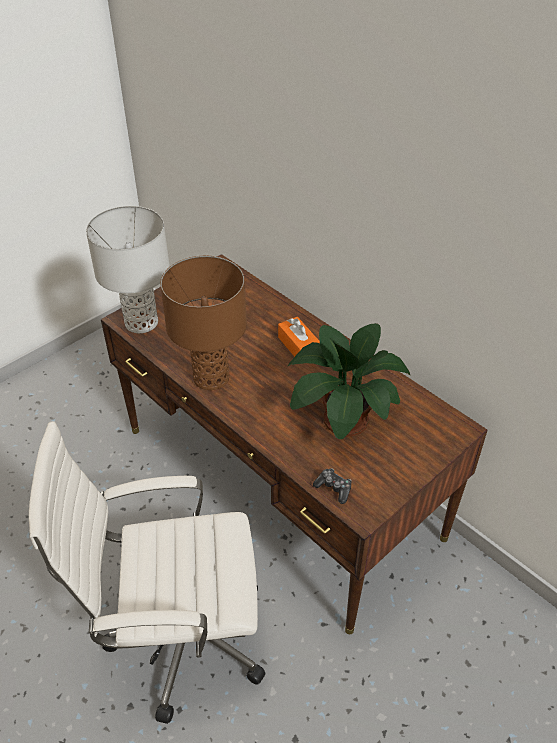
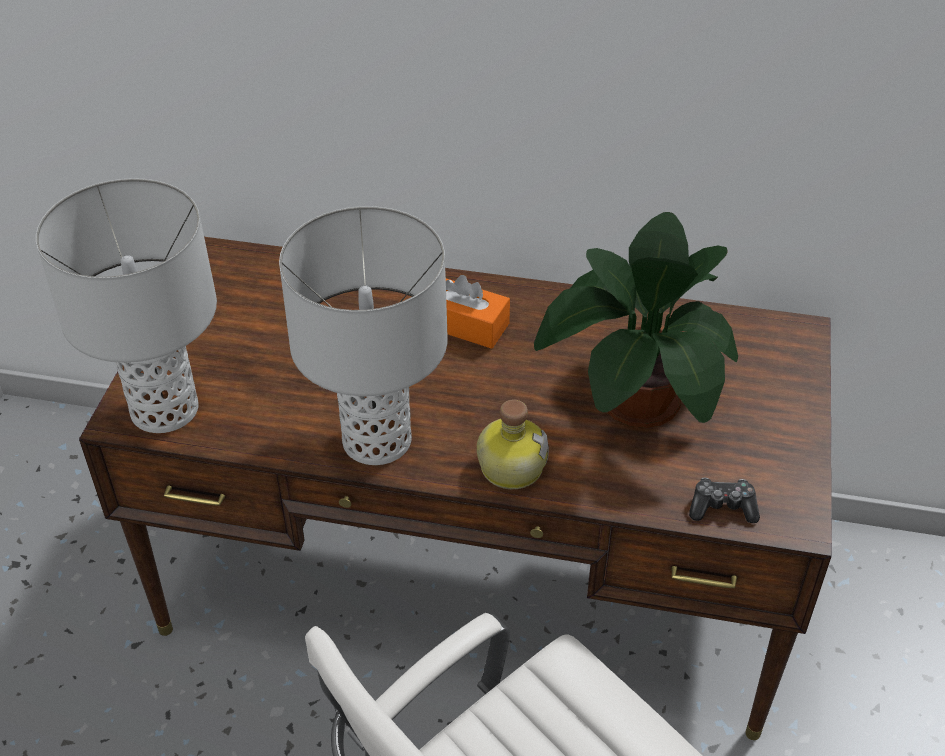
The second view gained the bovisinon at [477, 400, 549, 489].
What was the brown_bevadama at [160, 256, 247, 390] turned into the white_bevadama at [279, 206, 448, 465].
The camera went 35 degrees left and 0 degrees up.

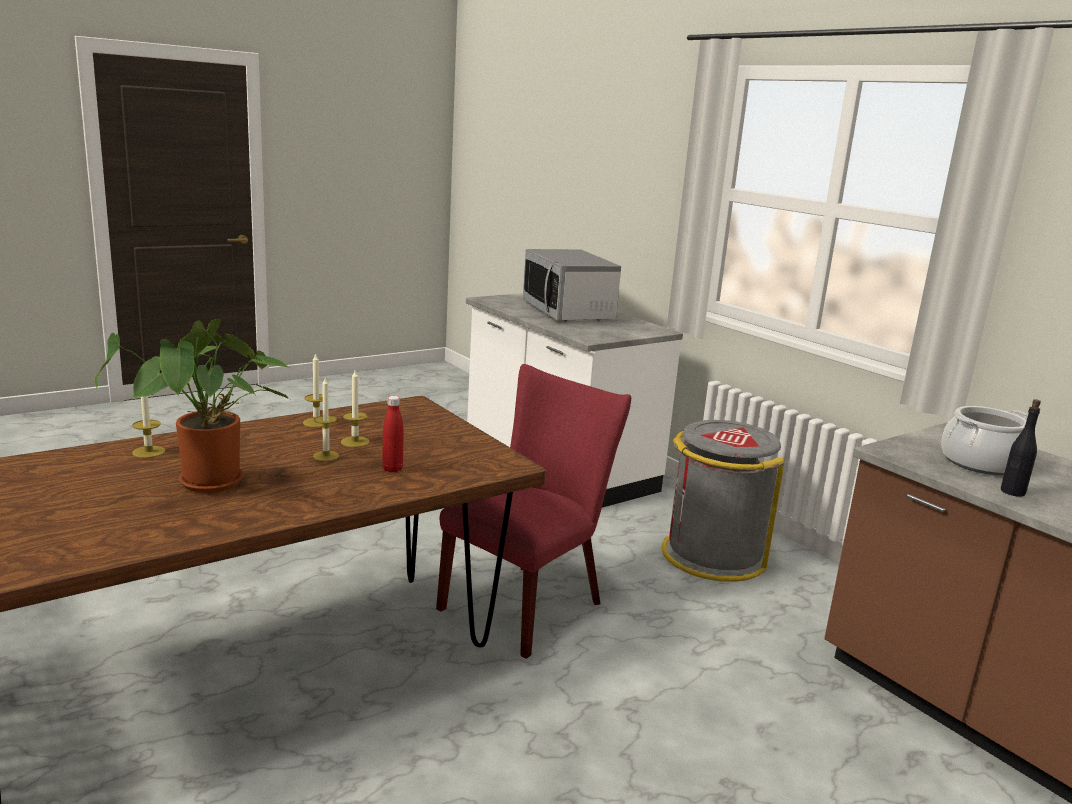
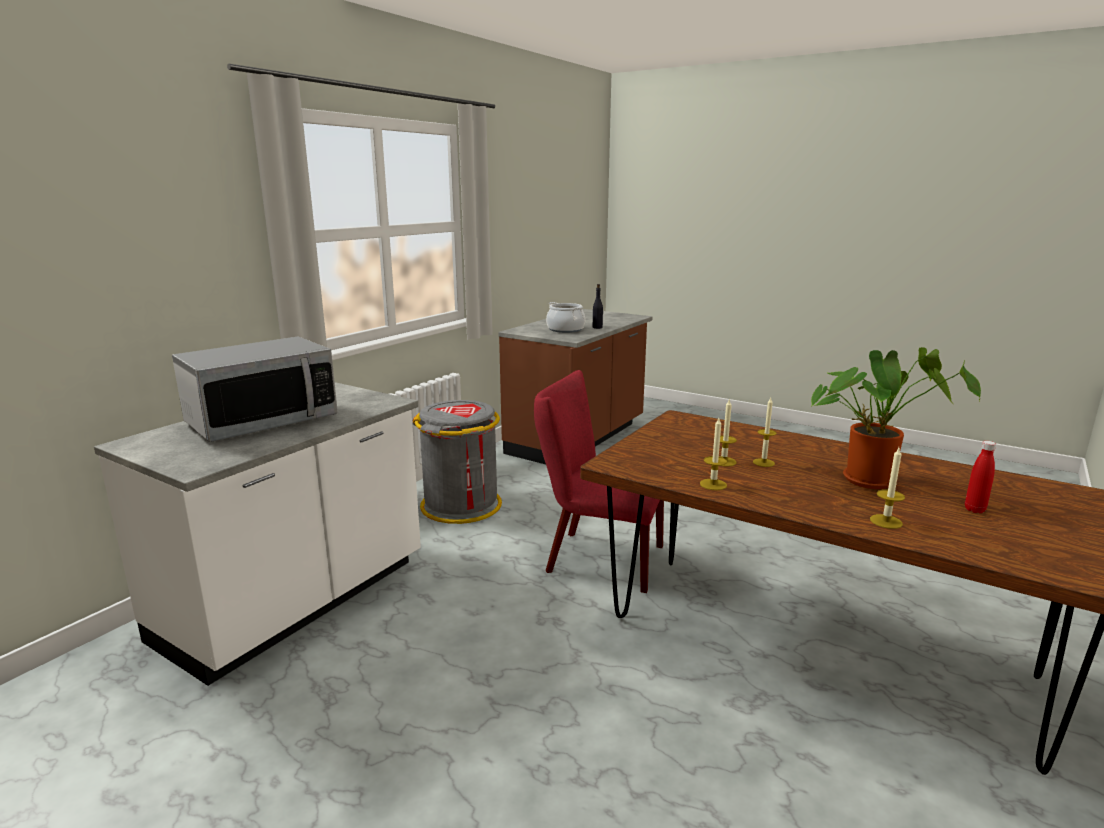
The red_bovisinon ended up elsewhere, having gone from [382, 396, 404, 472] to [965, 441, 996, 513].
The camera went 110 degrees left and 0 degrees up.

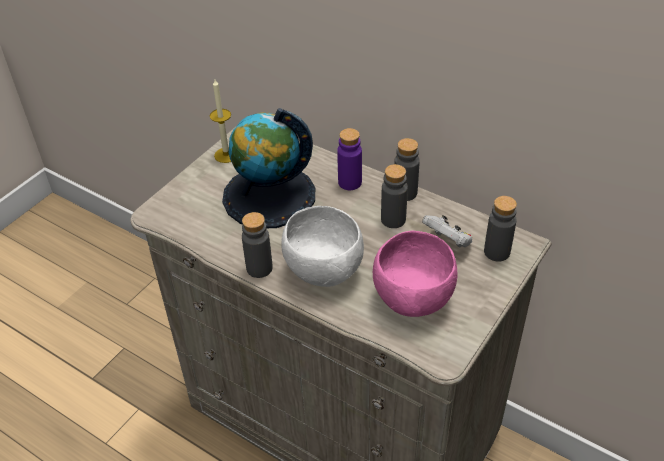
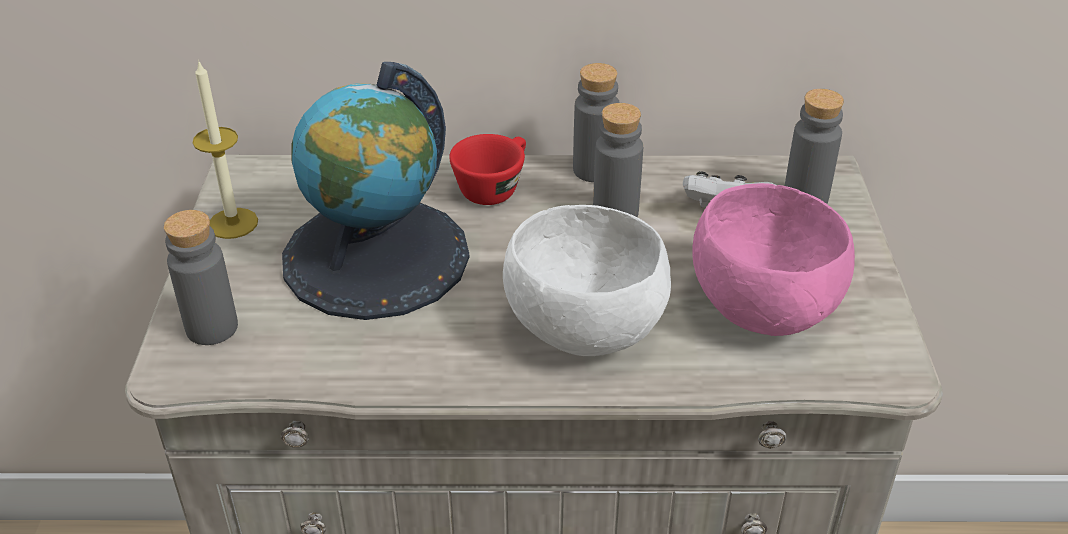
The grey_bovisinon ended up elsewhere, having gone from [242, 212, 273, 278] to [164, 210, 238, 345].
Where the purple_bovisinon stood at [337, 128, 362, 190], the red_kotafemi came to stand at [449, 134, 526, 205].
The camera went 35 degrees left and 5 degrees down.

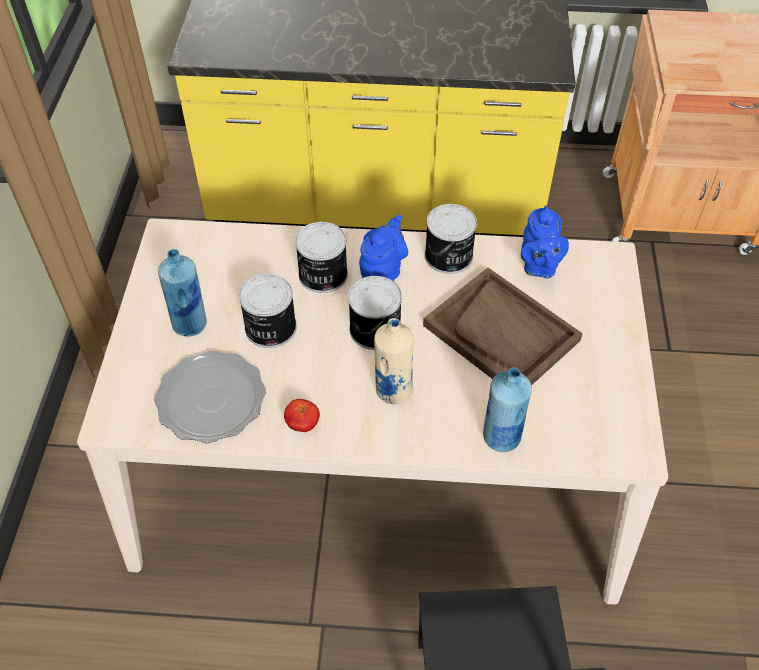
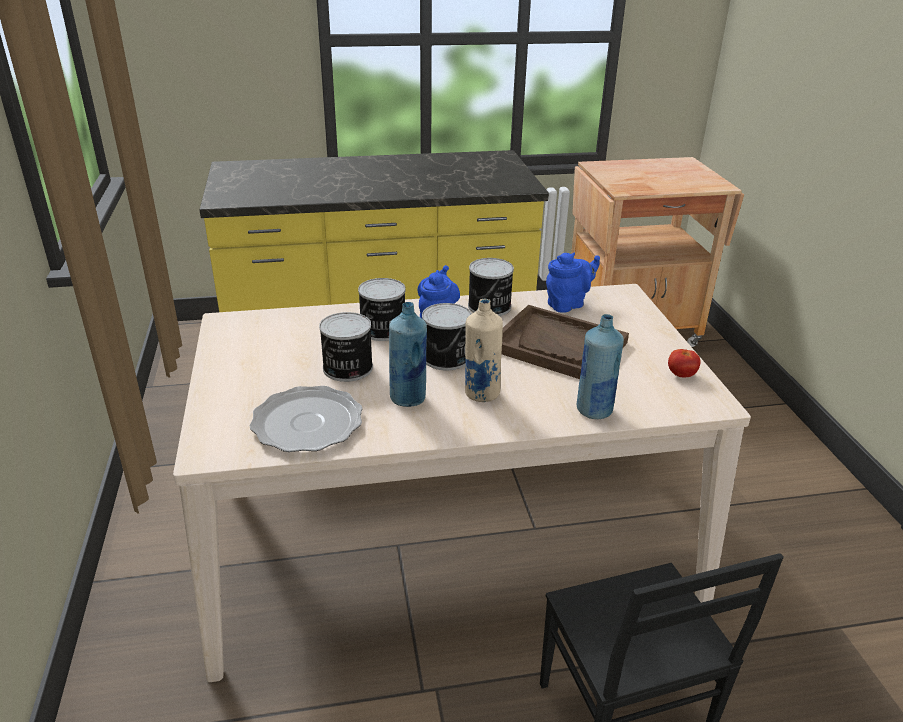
The blue_bovisinon ended up elsewhere, having gone from [158, 249, 207, 337] to [389, 302, 427, 407].
The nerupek ended up elsewhere, having gone from [284, 399, 320, 432] to [668, 349, 701, 377].
The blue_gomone at [521, 205, 569, 278] ended up facing another way, 105 degrees counterclockwise from before.
The camera went 15 degrees left and 20 degrees down.

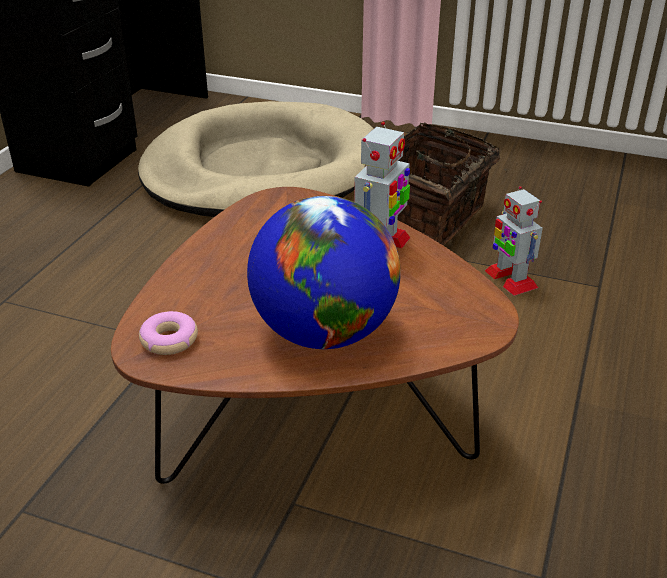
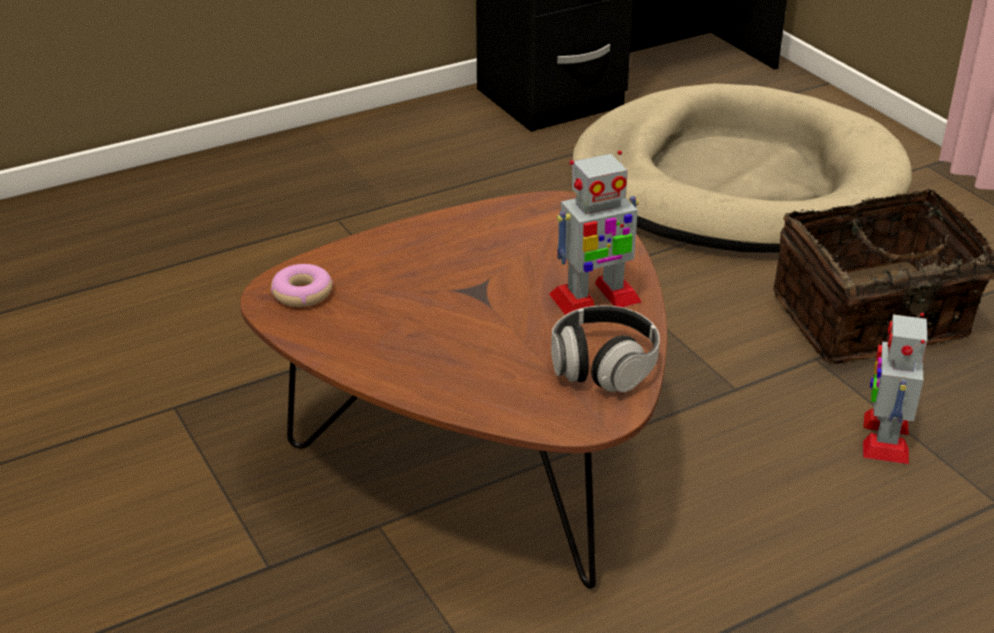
The second view lost the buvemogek at [247, 196, 401, 349].
The second view gained the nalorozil at [551, 306, 660, 392].
The camera went 40 degrees right and 0 degrees up.

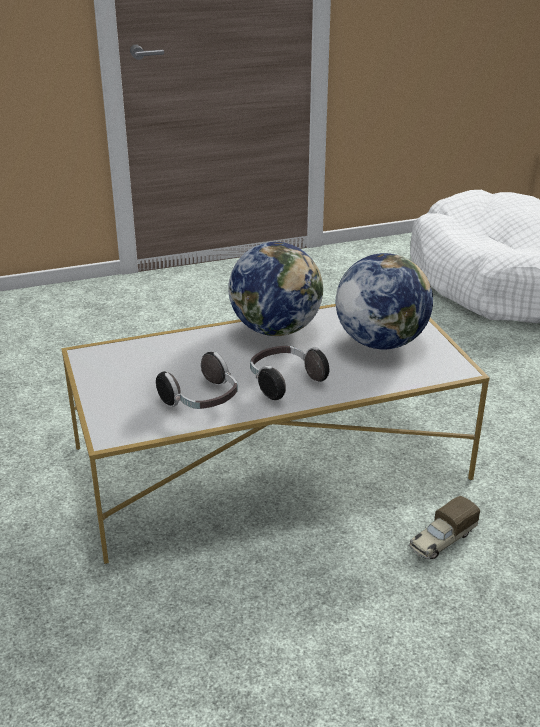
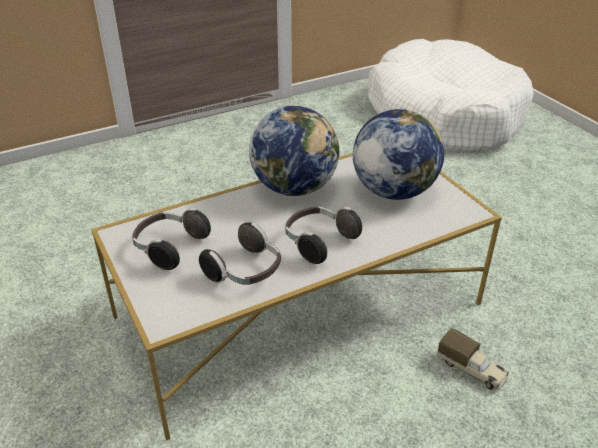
The second view gained the nalorozil at [132, 208, 211, 270].
The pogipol at [409, 496, 480, 559] ended up facing another way, 90 degrees counterclockwise from before.
The camera went 10 degrees left and 5 degrees up.

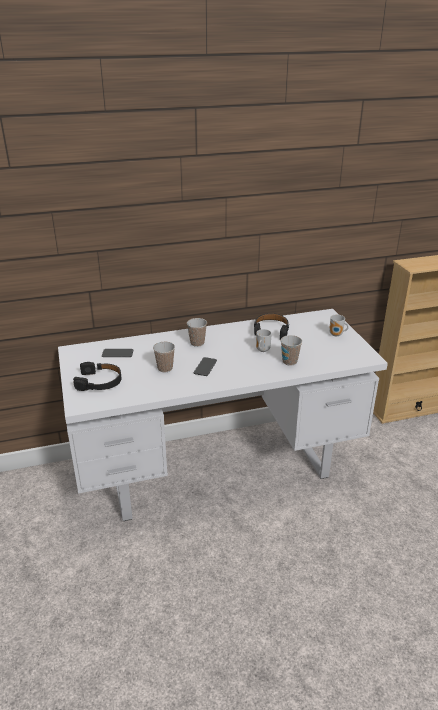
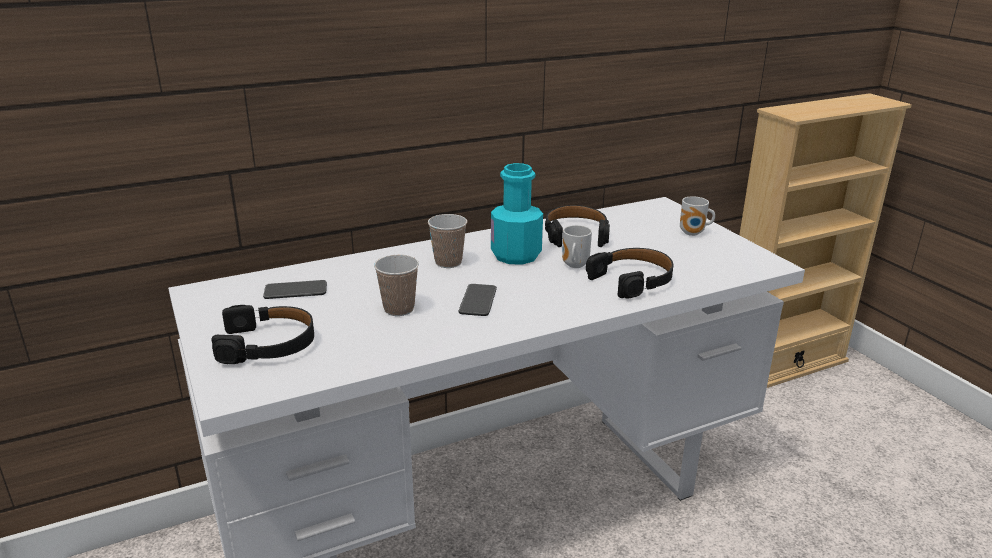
The second view gained the turquoise_bovisinon at [491, 163, 543, 265].
Where the kotafemi stood at [281, 335, 302, 366], the black_nalorozil came to stand at [586, 248, 673, 299].
The camera went 10 degrees left and 5 degrees down.

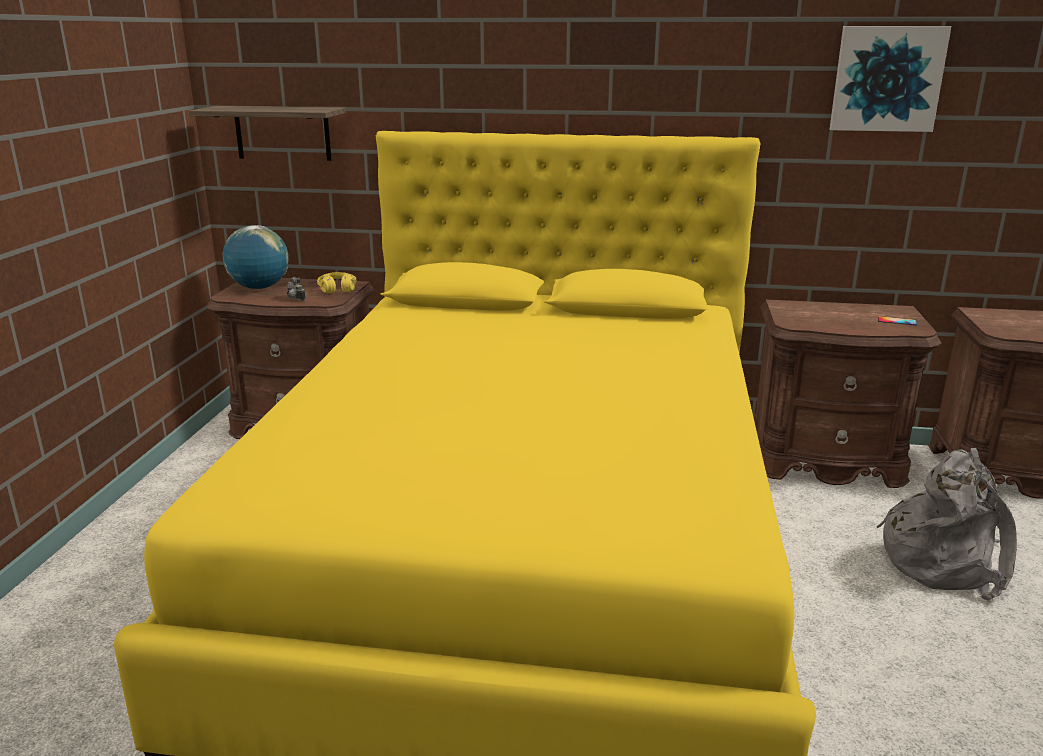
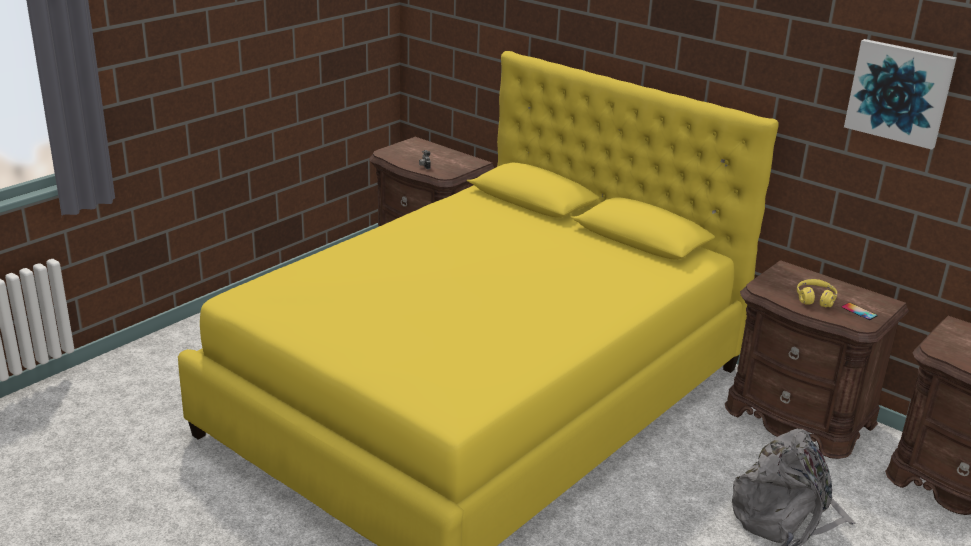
The second view lost the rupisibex at [189, 106, 346, 161].
The second view lost the buvemogek at [223, 225, 288, 289].
The yellow_nalorozil ended up elsewhere, having gone from [317, 272, 356, 293] to [797, 279, 837, 307].
The camera went 30 degrees right and 5 degrees up.

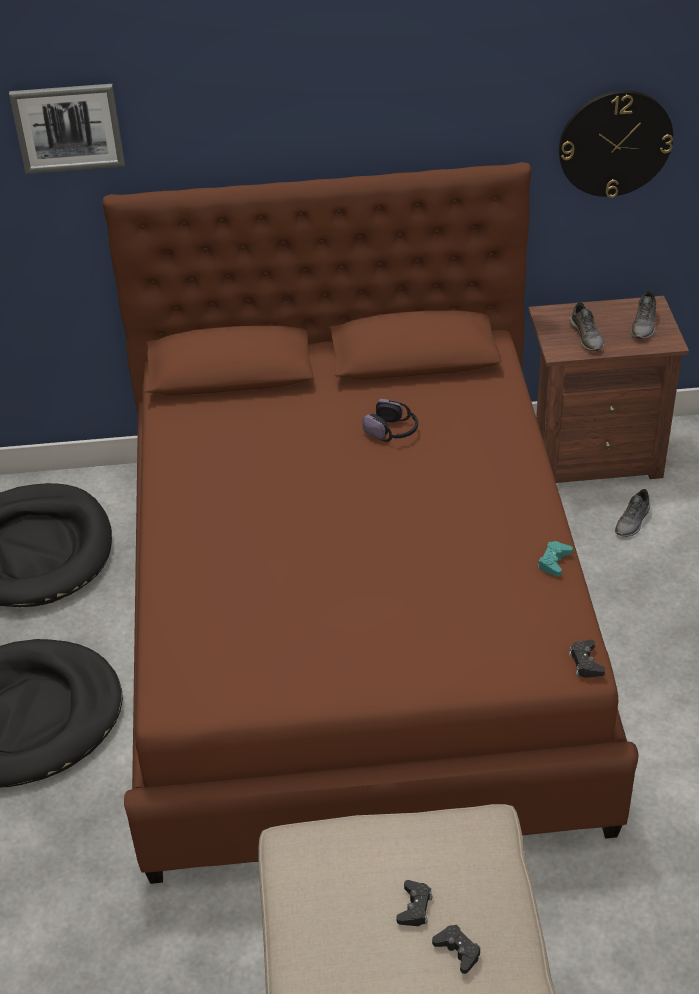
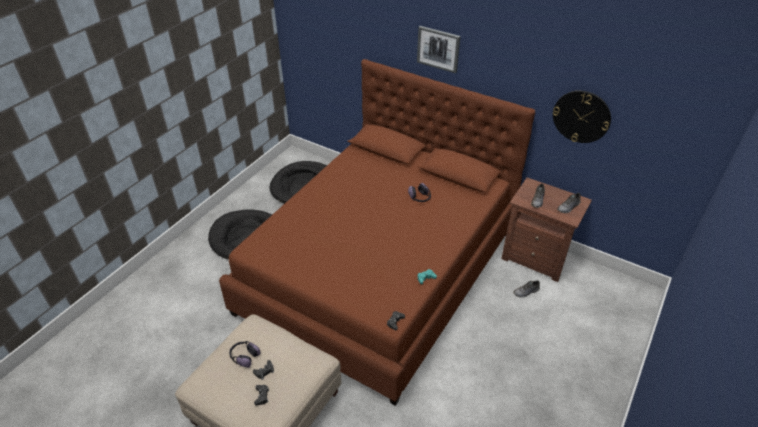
The second view gained the nalorozil at [229, 341, 260, 368].
The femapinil ended up elsewhere, having gone from [9, 84, 125, 174] to [417, 26, 460, 73].
The camera went 35 degrees right and 0 degrees up.

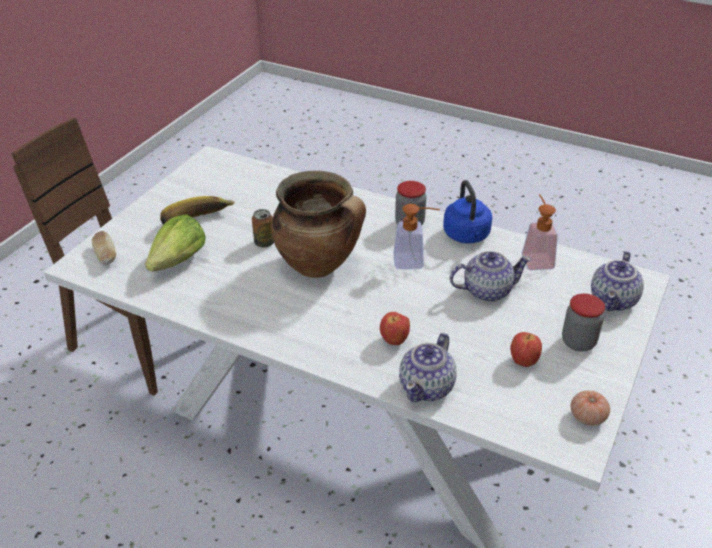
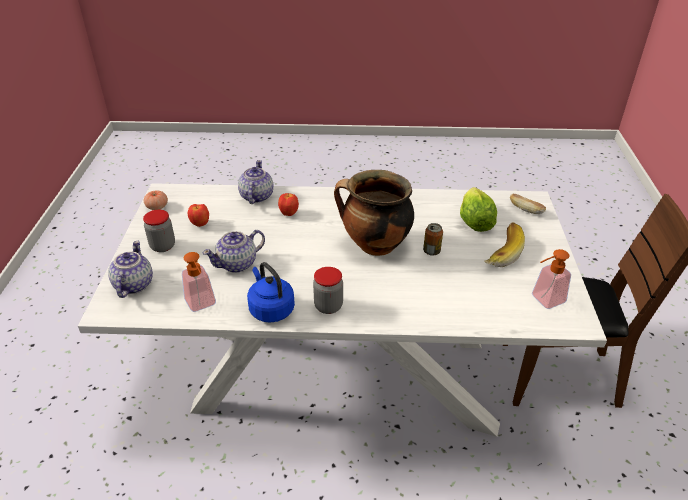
The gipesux ended up elsewhere, having gone from [393, 204, 440, 269] to [532, 249, 571, 309].
The camera went 155 degrees right and 0 degrees up.

